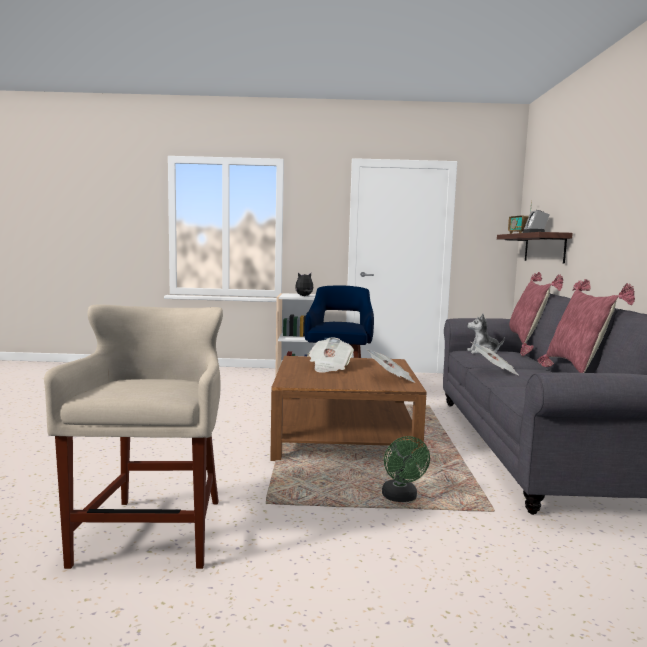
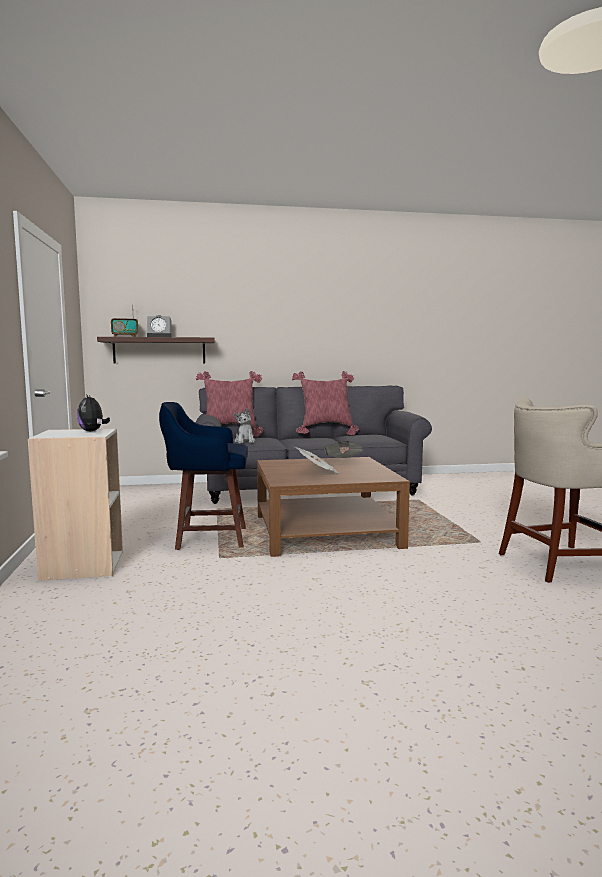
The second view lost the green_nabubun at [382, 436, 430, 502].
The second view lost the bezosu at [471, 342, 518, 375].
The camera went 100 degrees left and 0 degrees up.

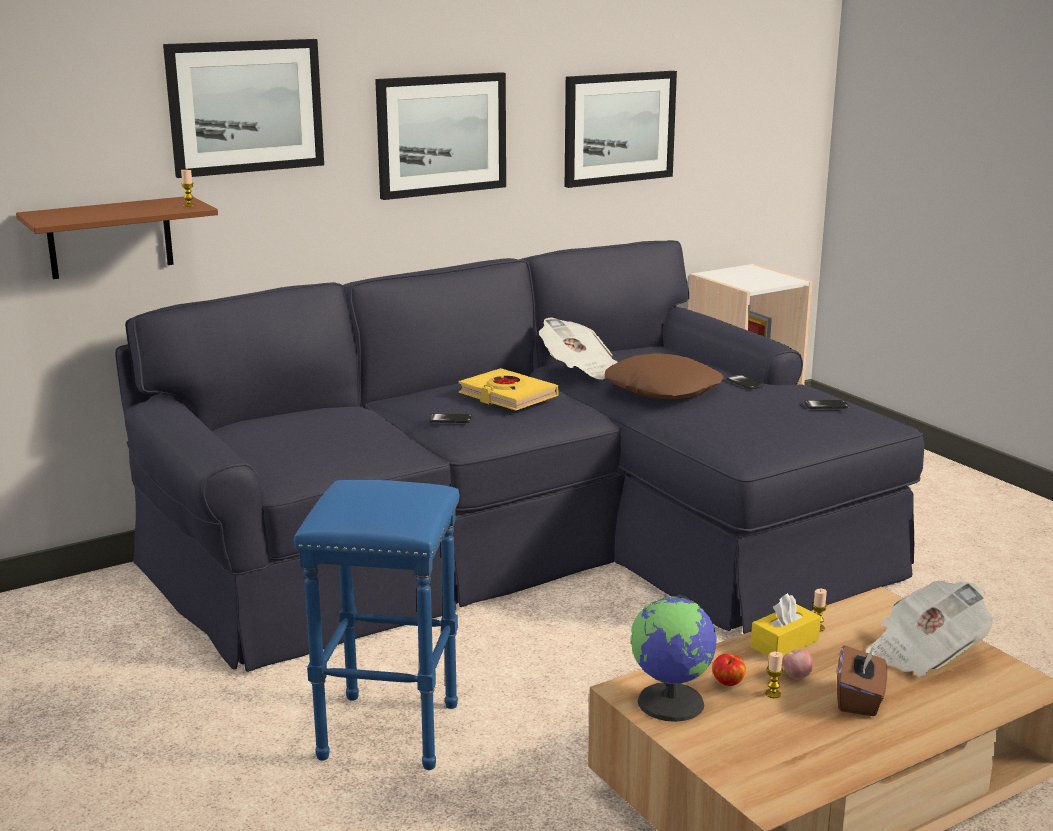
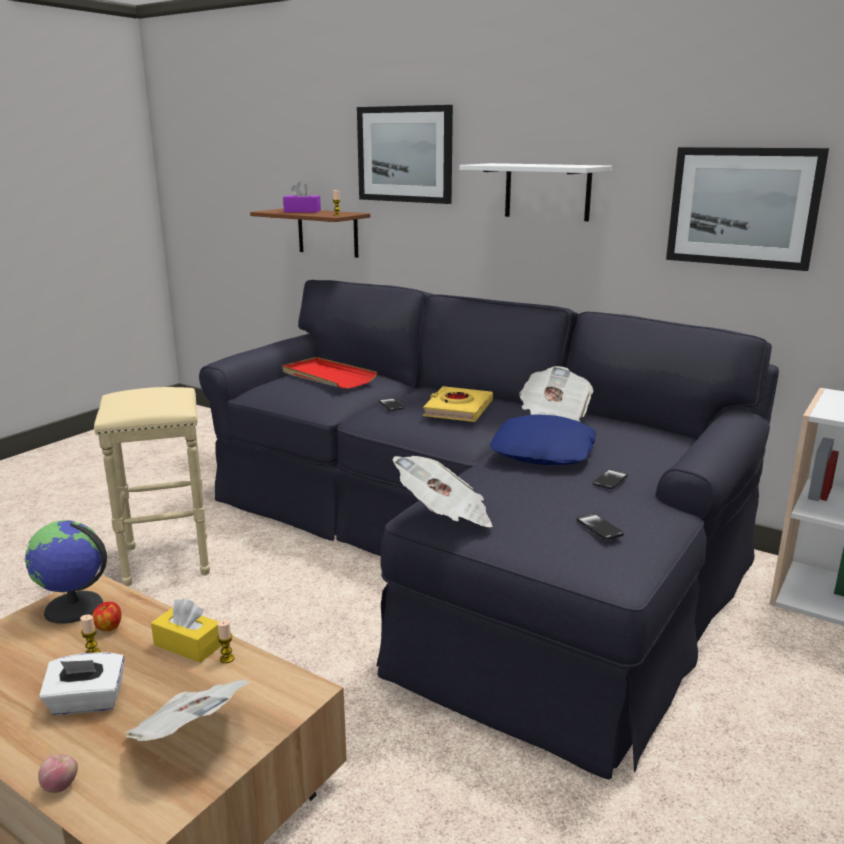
The second view gained the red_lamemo at [282, 357, 378, 389].
The second view gained the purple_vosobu at [283, 181, 321, 213].
The second view gained the bezosu at [393, 456, 493, 527].
The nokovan ended up elsewhere, having gone from [782, 649, 813, 678] to [38, 755, 78, 793].
Where the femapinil hung at [375, 72, 506, 200], the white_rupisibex came to hang at [459, 163, 612, 221].
What was the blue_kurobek at [294, 480, 459, 770] turned into the beige_kurobek at [94, 387, 210, 586].
What was the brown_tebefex at [605, 353, 724, 399] turned into the blue_tebefex at [490, 414, 596, 465].
What was the brown_vosobu at [837, 645, 887, 716] turned into the white_vosobu at [39, 653, 125, 715].
The camera went 65 degrees right and 0 degrees up.

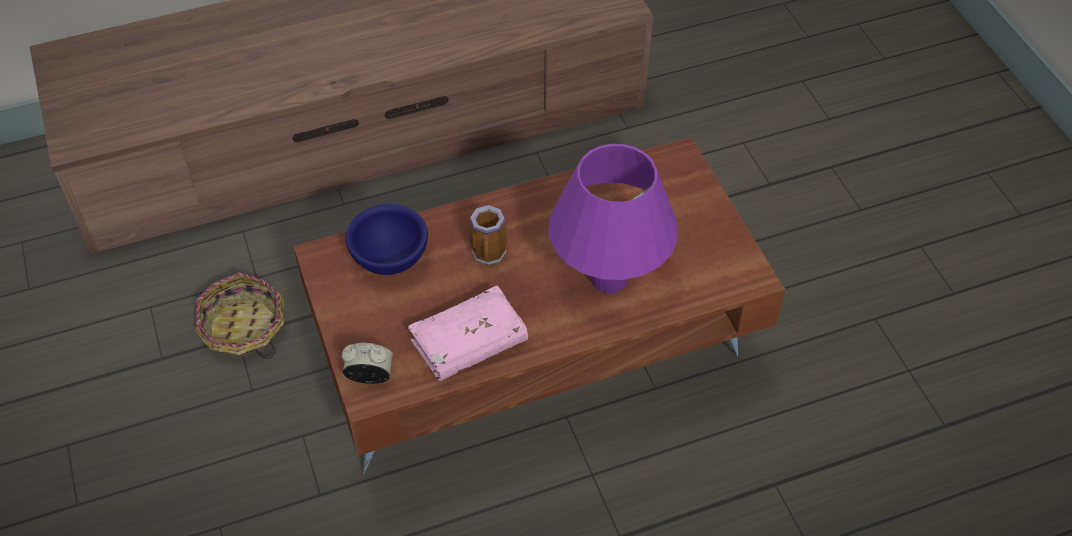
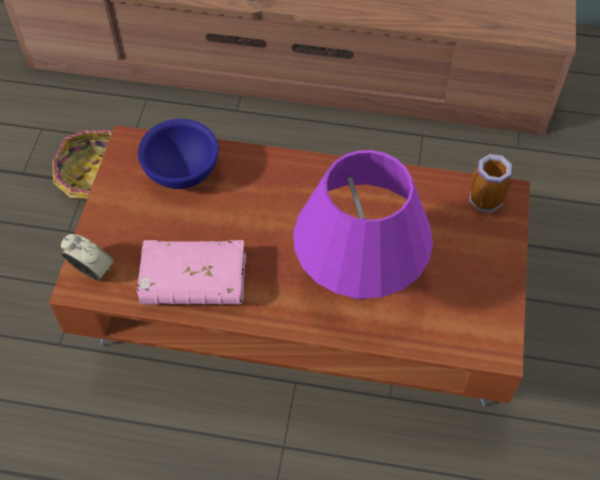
The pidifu ended up elsewhere, having gone from [469, 205, 507, 265] to [469, 154, 512, 213].
The camera went 30 degrees right and 5 degrees up.

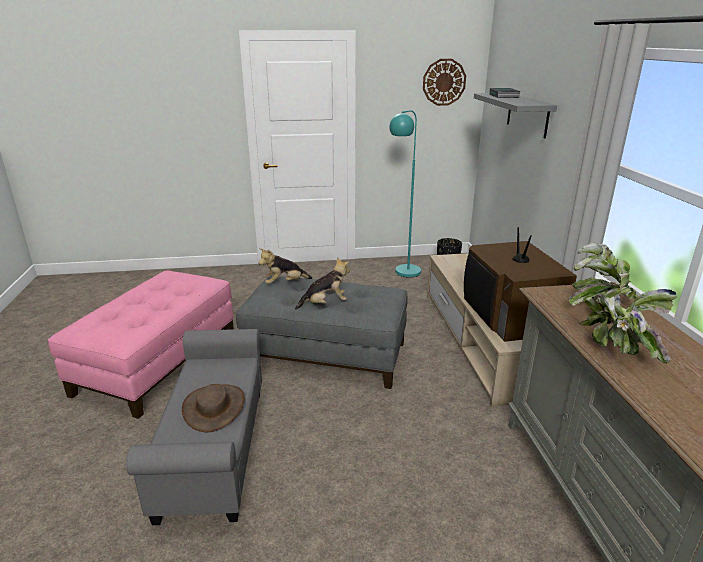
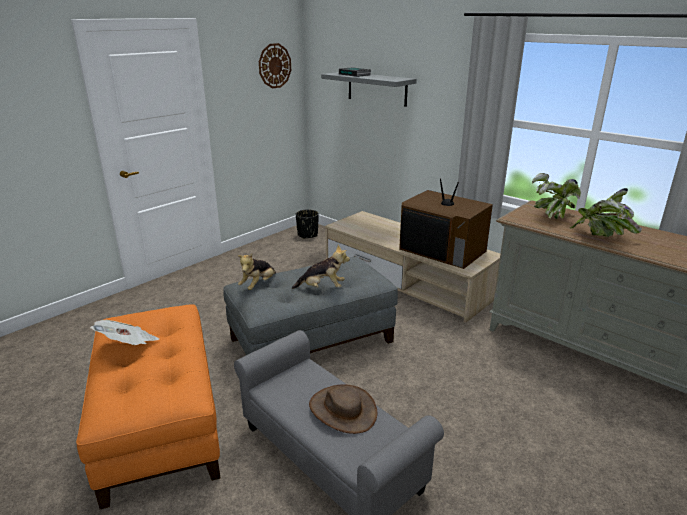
The second view lost the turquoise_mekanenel at [390, 110, 421, 278].
The second view gained the bezosu at [90, 320, 160, 345].
What was the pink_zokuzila at [48, 271, 234, 419] turned into the orange_zokuzila at [76, 304, 220, 509].
The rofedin at [295, 257, 350, 310] ended up facing another way, 60 degrees clockwise from before.
The camera went 40 degrees left and 0 degrees up.

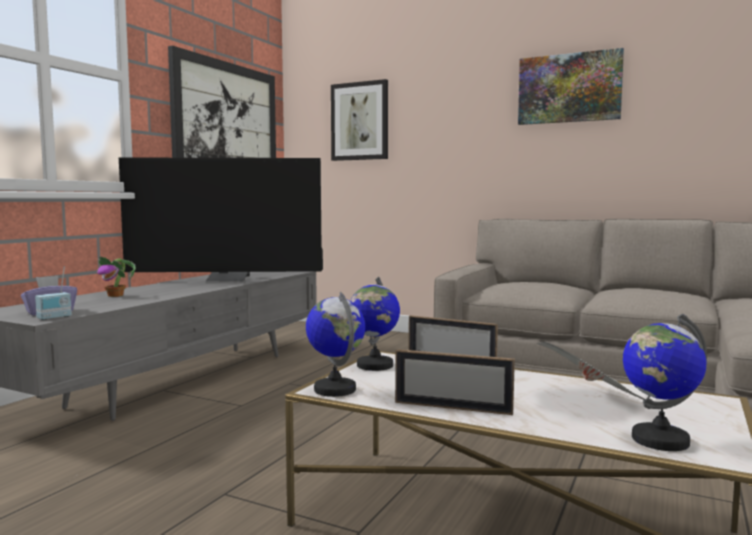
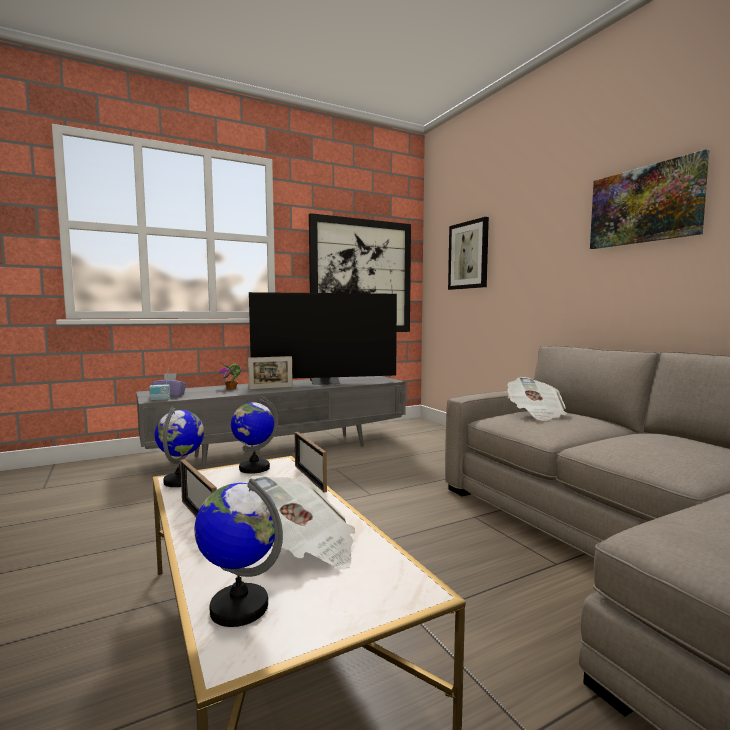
The second view gained the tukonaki at [248, 356, 293, 389].
The second view gained the bezosu at [507, 377, 567, 421].
The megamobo at [119, 158, 323, 281] ended up facing another way, 45 degrees counterclockwise from before.
The camera went 35 degrees right and 0 degrees up.

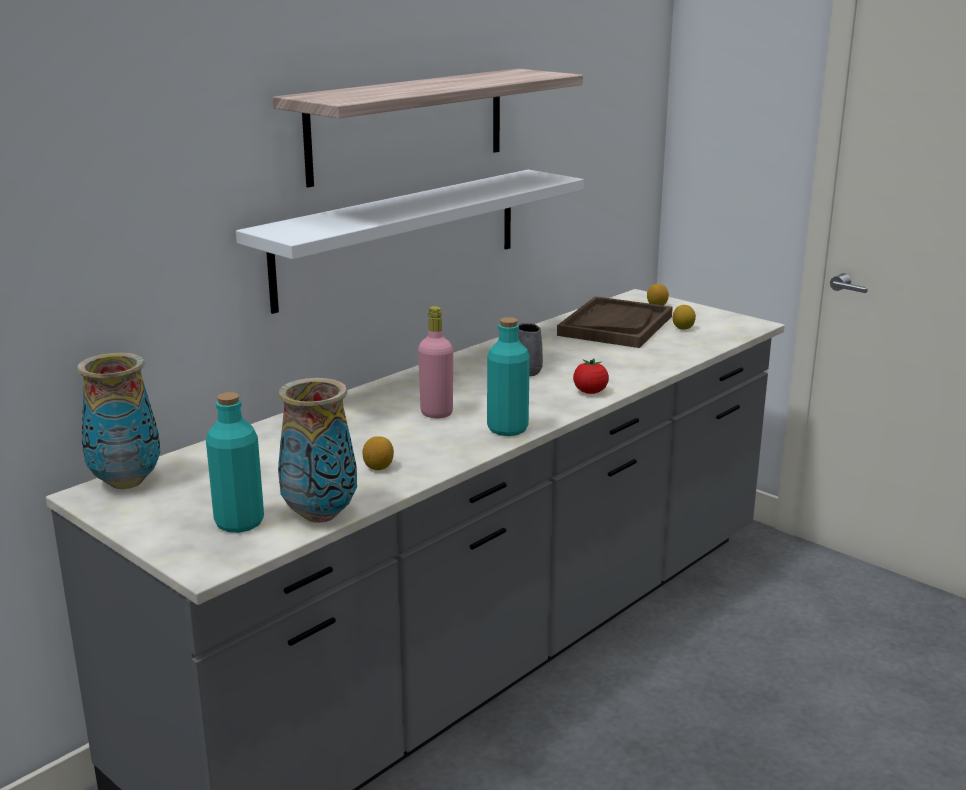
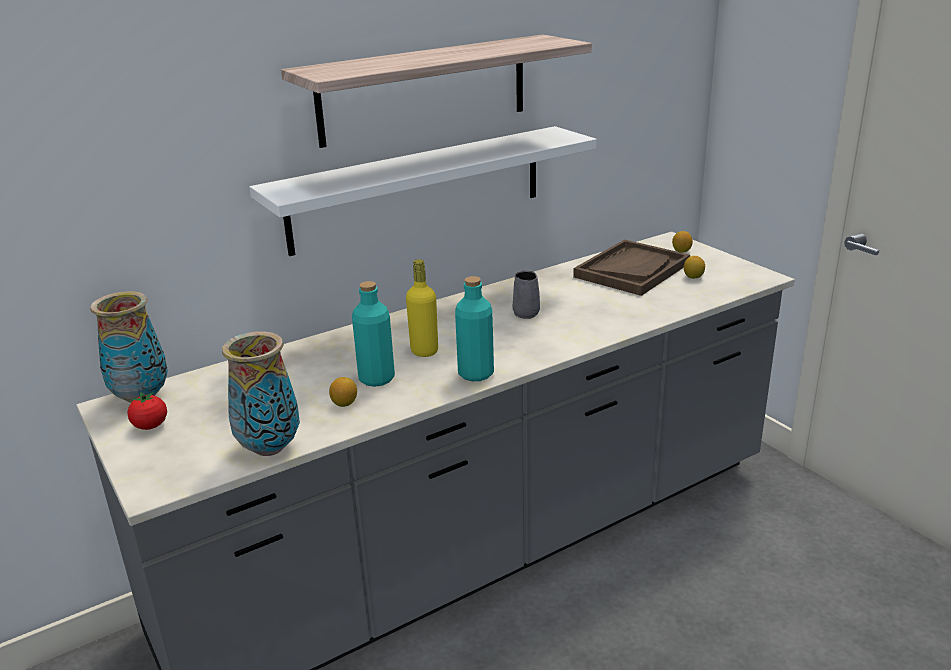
The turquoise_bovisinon ended up elsewhere, having gone from [206, 392, 264, 533] to [352, 281, 395, 387].
The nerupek ended up elsewhere, having gone from [573, 358, 609, 394] to [127, 392, 167, 430].
What was the pink_bovisinon at [418, 306, 453, 418] turned into the yellow_bovisinon at [406, 259, 438, 357].
The camera went 15 degrees right and 5 degrees up.

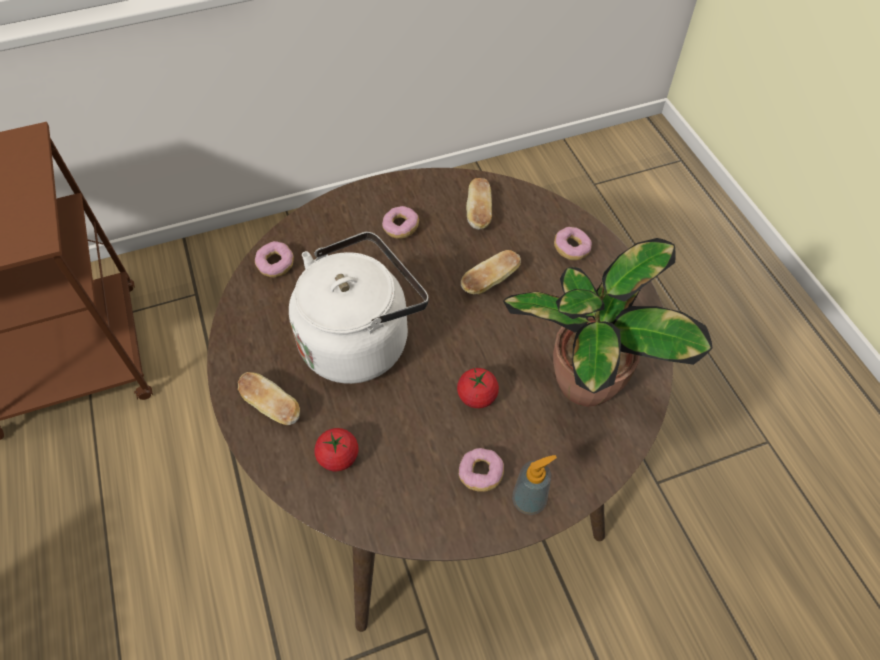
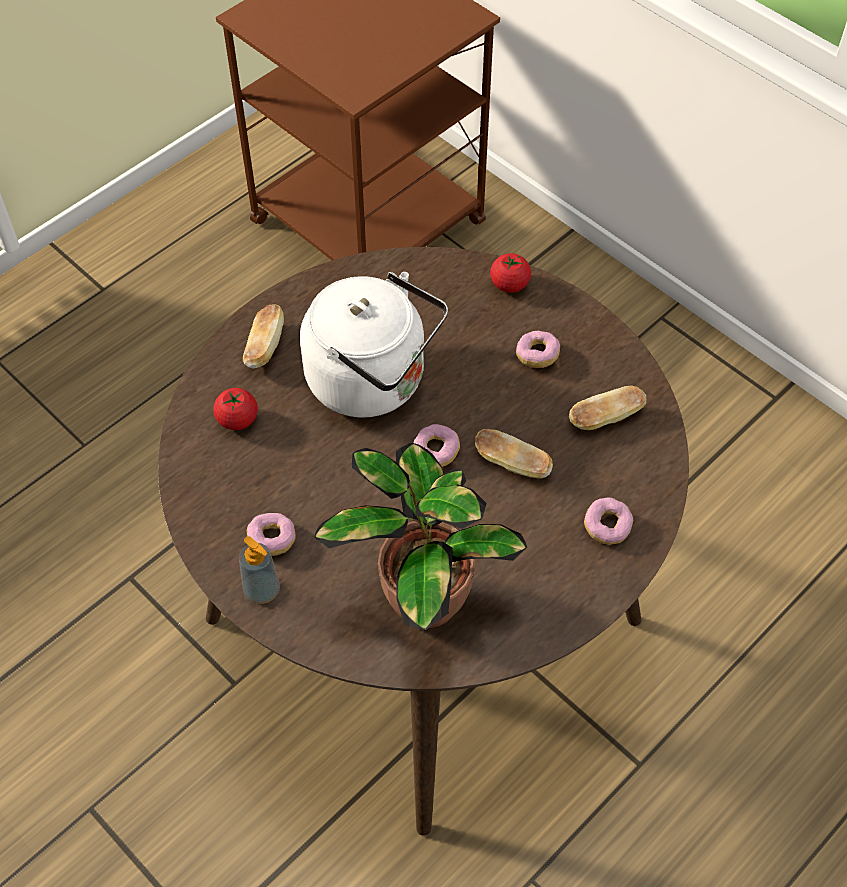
The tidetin ended up elsewhere, having gone from [255, 241, 294, 278] to [414, 424, 460, 467].
The nerupek ended up elsewhere, having gone from [457, 368, 499, 408] to [490, 253, 531, 293].
The camera went 65 degrees right and 0 degrees up.

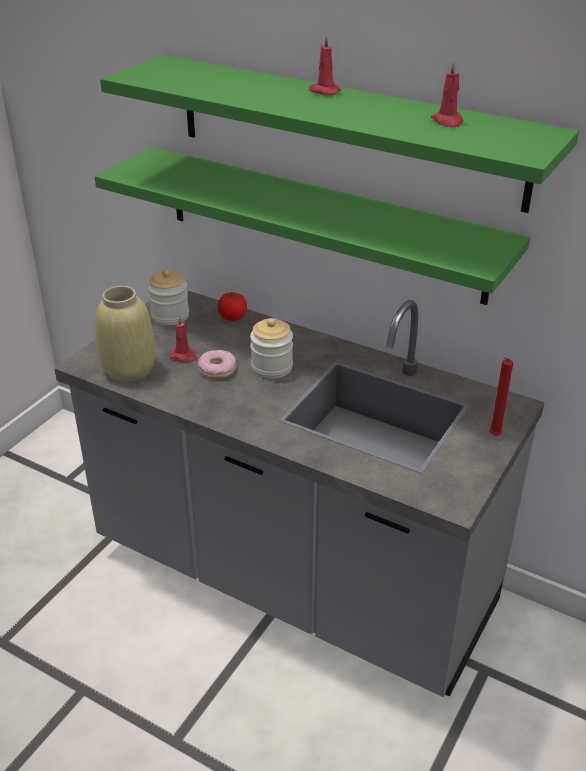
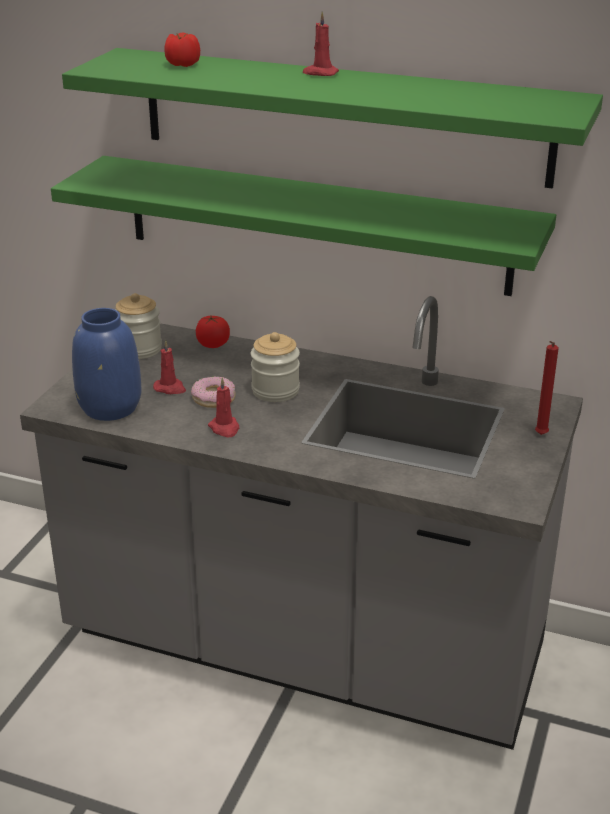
The second view gained the nerupek at [164, 33, 200, 67].
The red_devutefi ended up elsewhere, having gone from [431, 61, 463, 128] to [208, 378, 239, 437].
What was the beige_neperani at [95, 286, 155, 382] turned into the blue_neperani at [72, 308, 141, 421].
The camera went 10 degrees left and 5 degrees down.

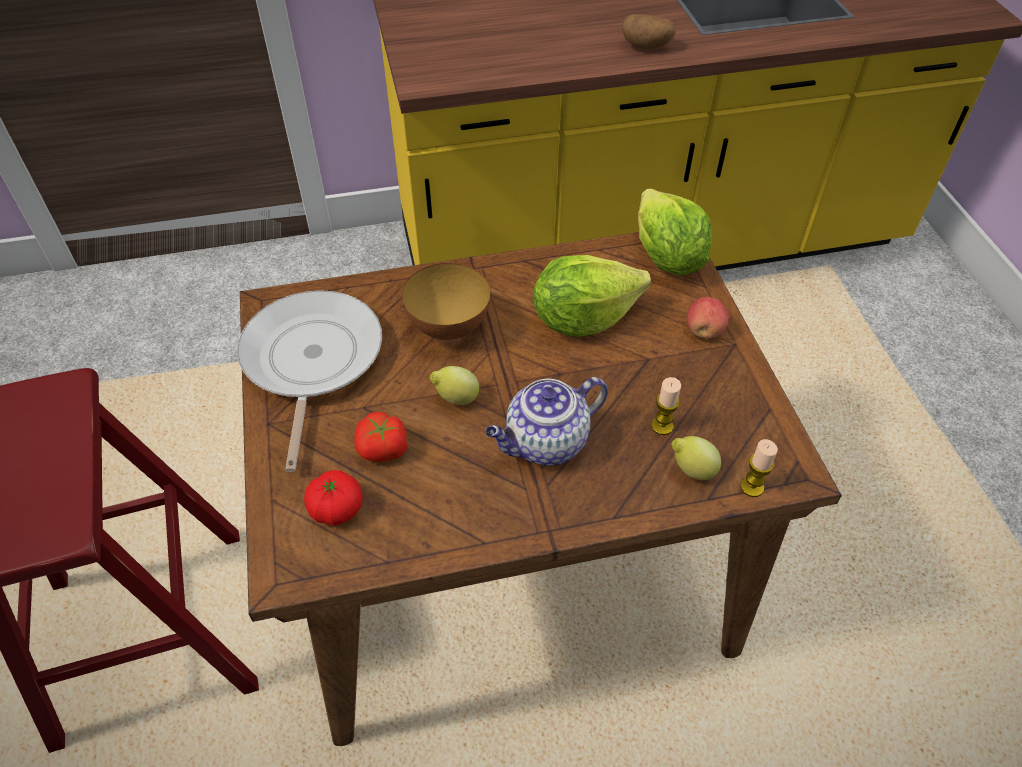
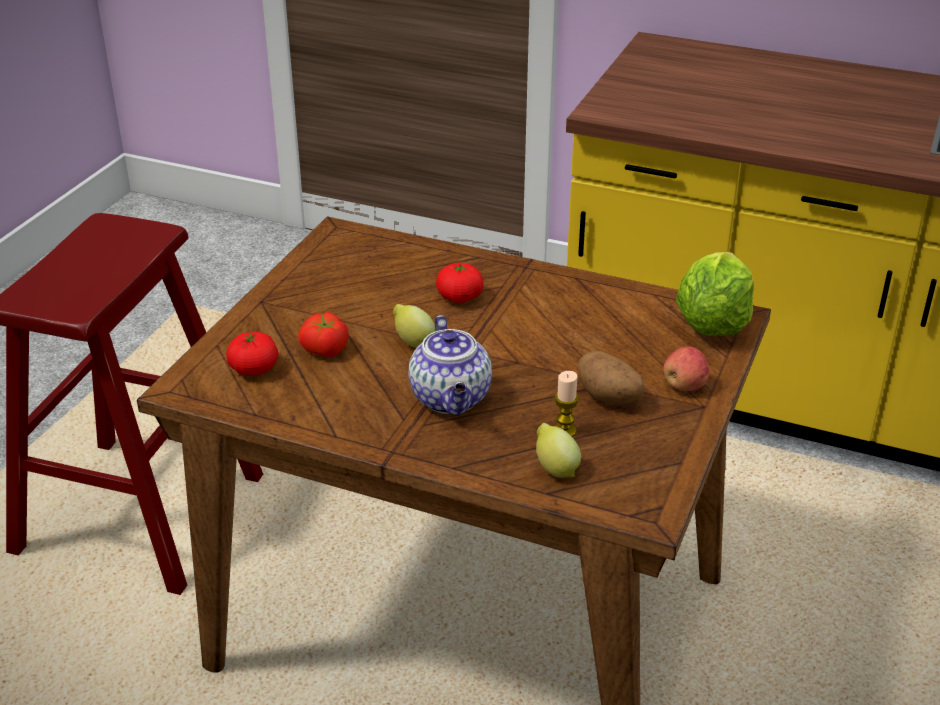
The second view lost the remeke at [237, 290, 382, 472].
The second view lost the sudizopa at [533, 255, 651, 337].
The second view lost the devutefi at [740, 439, 778, 497].
The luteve ended up elsewhere, having gone from [622, 14, 676, 50] to [578, 351, 645, 405].
Where the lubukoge stood at [402, 263, 491, 340], the nerupek came to stand at [436, 262, 484, 303].
The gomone at [485, 377, 608, 466] ended up facing another way, 105 degrees counterclockwise from before.
The camera went 35 degrees right and 15 degrees down.

